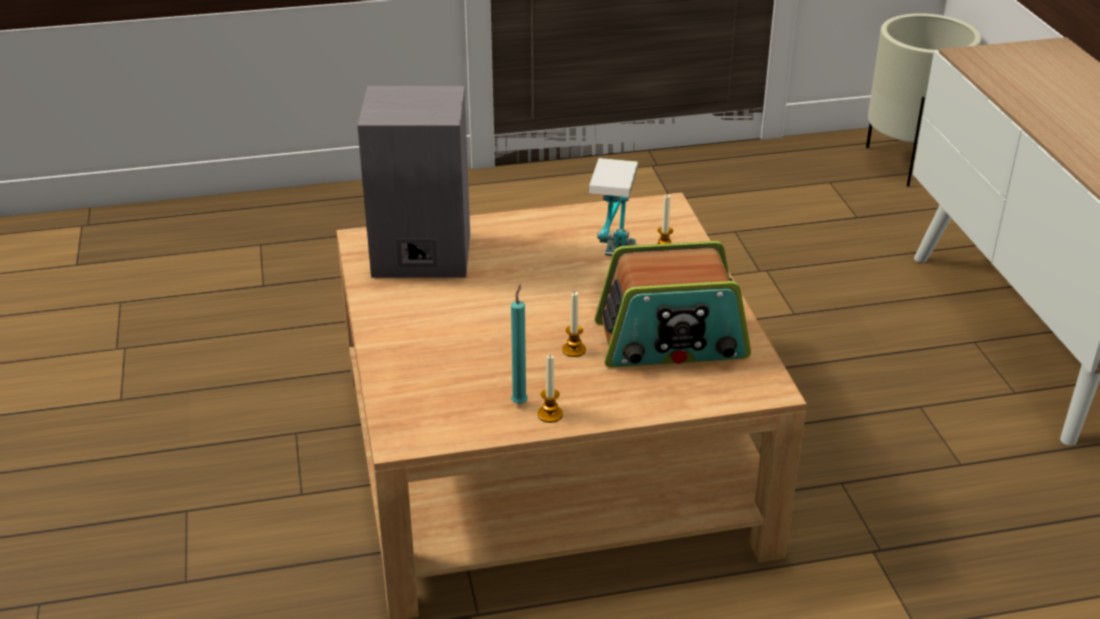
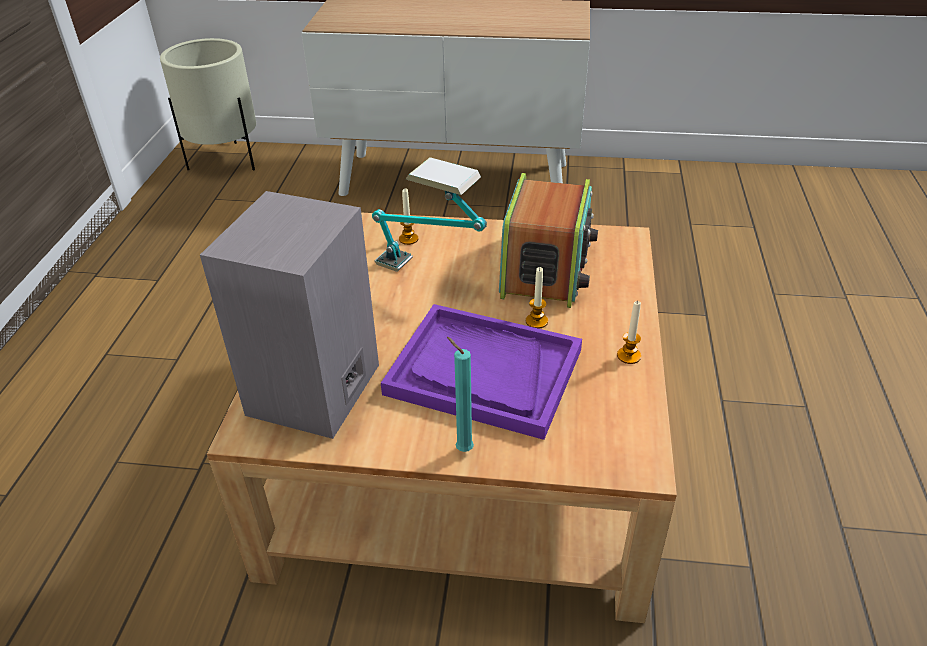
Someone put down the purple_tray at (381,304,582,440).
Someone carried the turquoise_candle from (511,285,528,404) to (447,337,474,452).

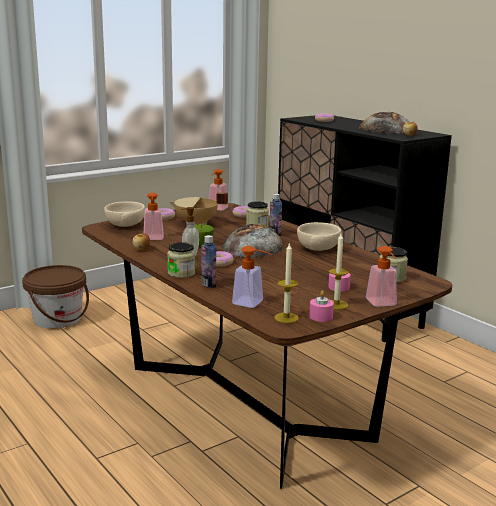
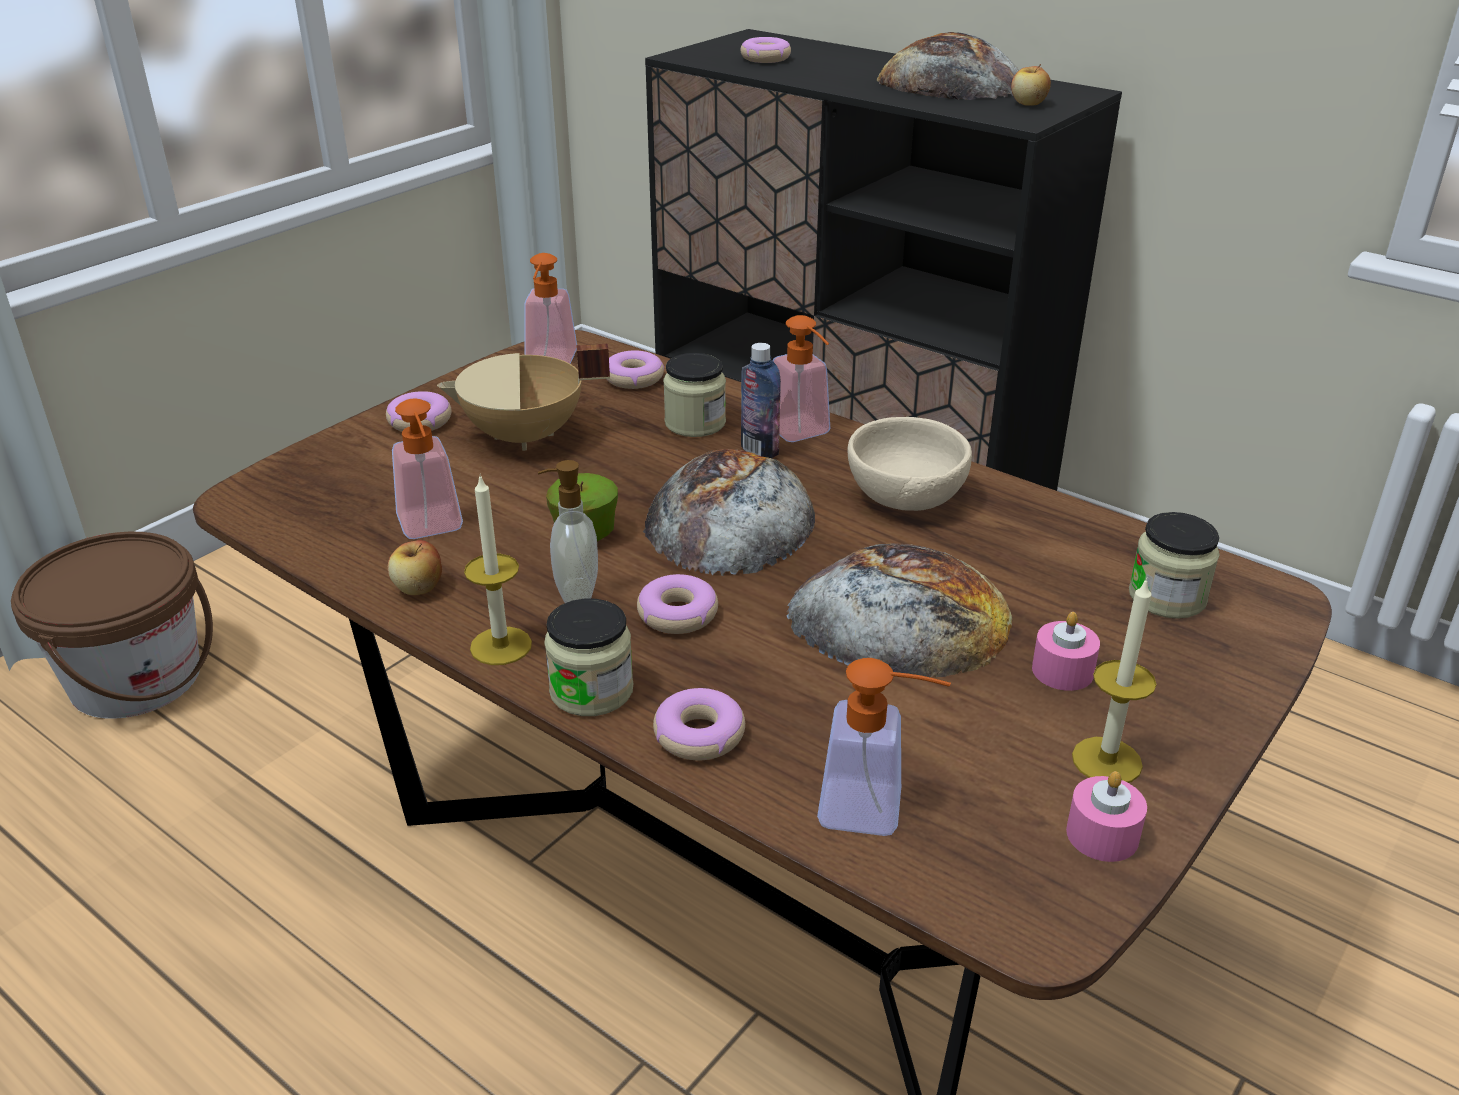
Someone carried the candle from (274,242,299,323) to (464,474,532,665).
Someone swapped the bottle at (201,235,216,288) for the donut at (653,688,745,760).
Someone carried the soap_dispenser from (366,246,397,307) to (773,315,830,442).
Someone put down the bread at (787,543,1013,677).
Someone took away the beige_bowl at (104,201,145,227).

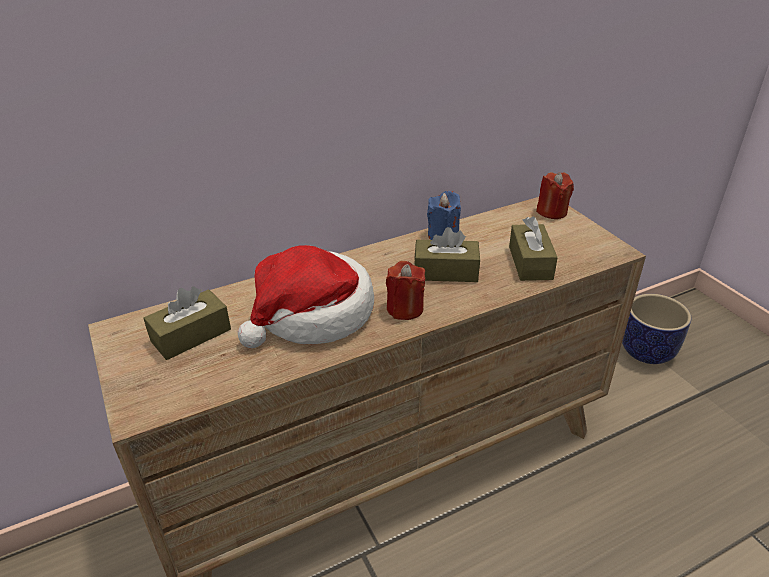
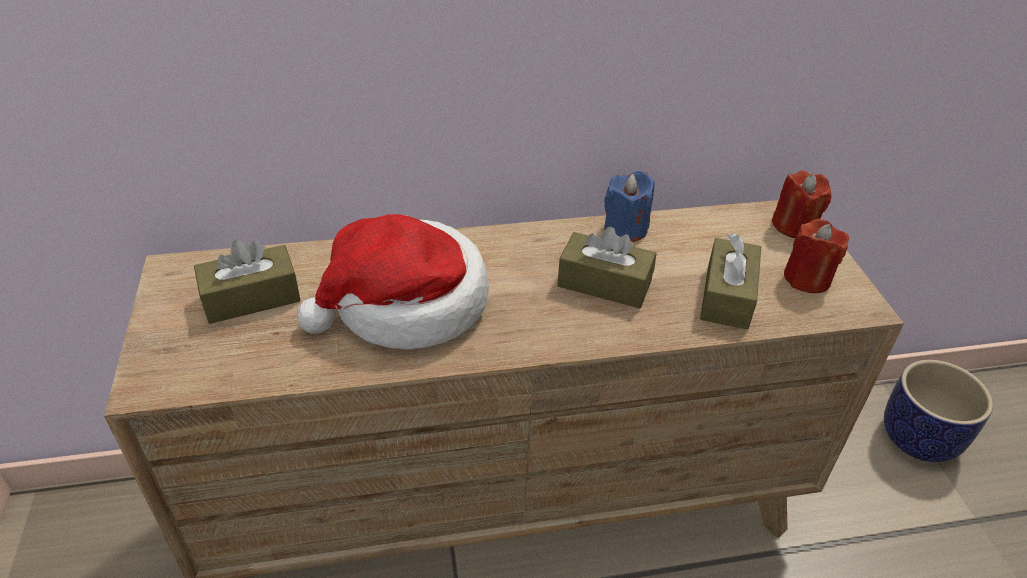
Someone carried the red_candle from (386,261,426,320) to (784,219,849,293).

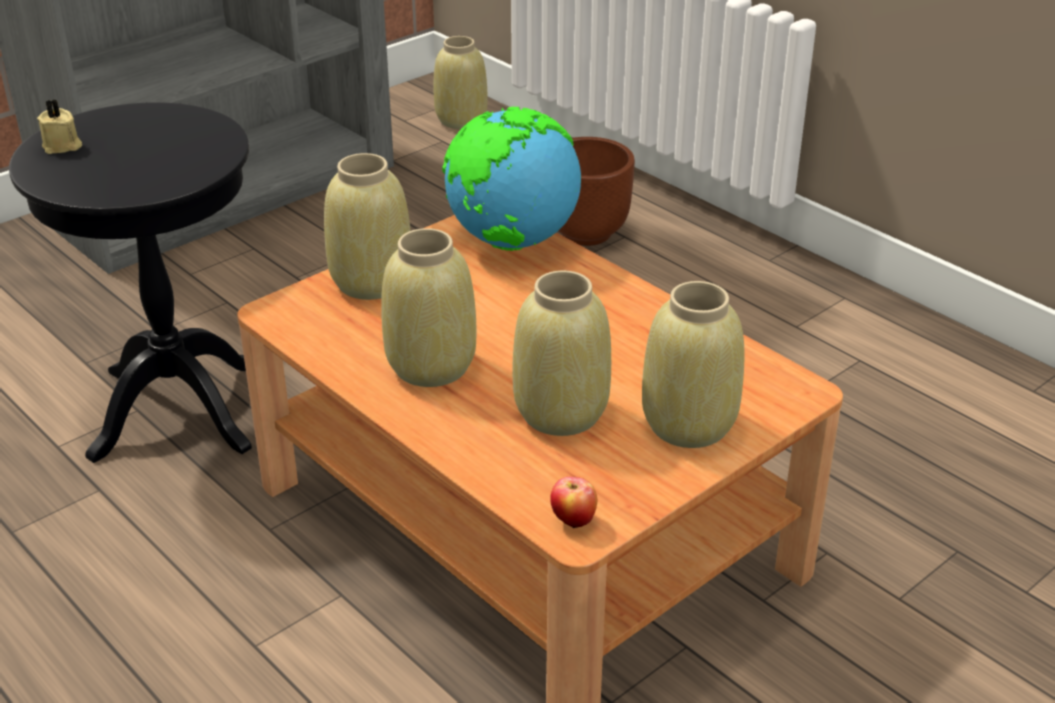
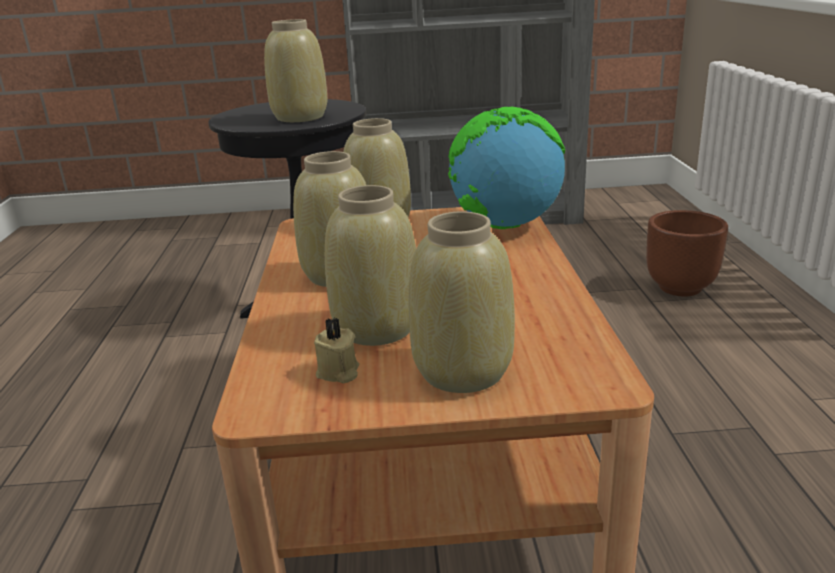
Someone carried the beige_vase from (434,36,487,129) to (264,19,327,122).
Someone carried the beige_candle from (37,99,82,154) to (314,318,359,383).
Someone took away the apple at (550,477,597,528).

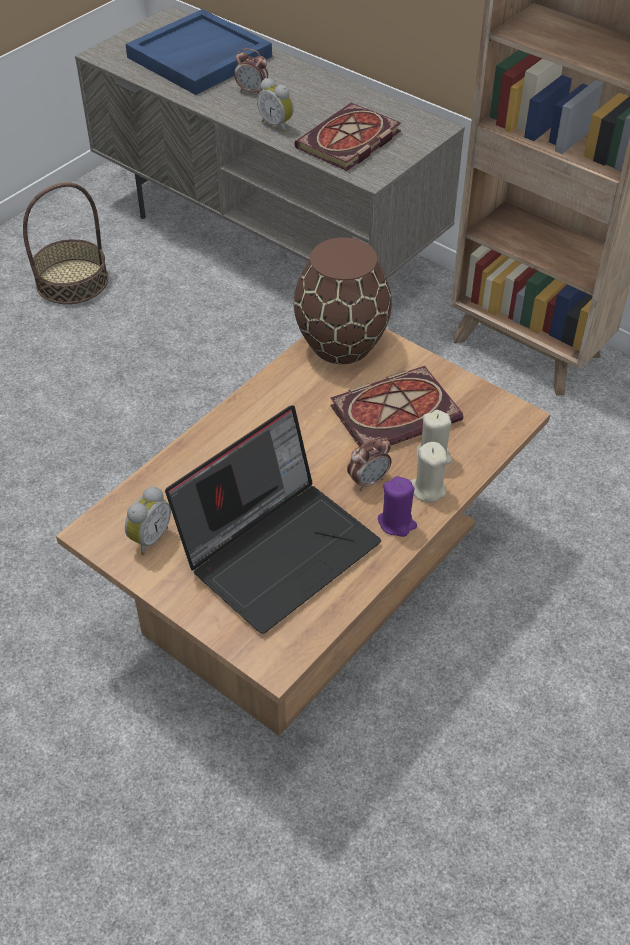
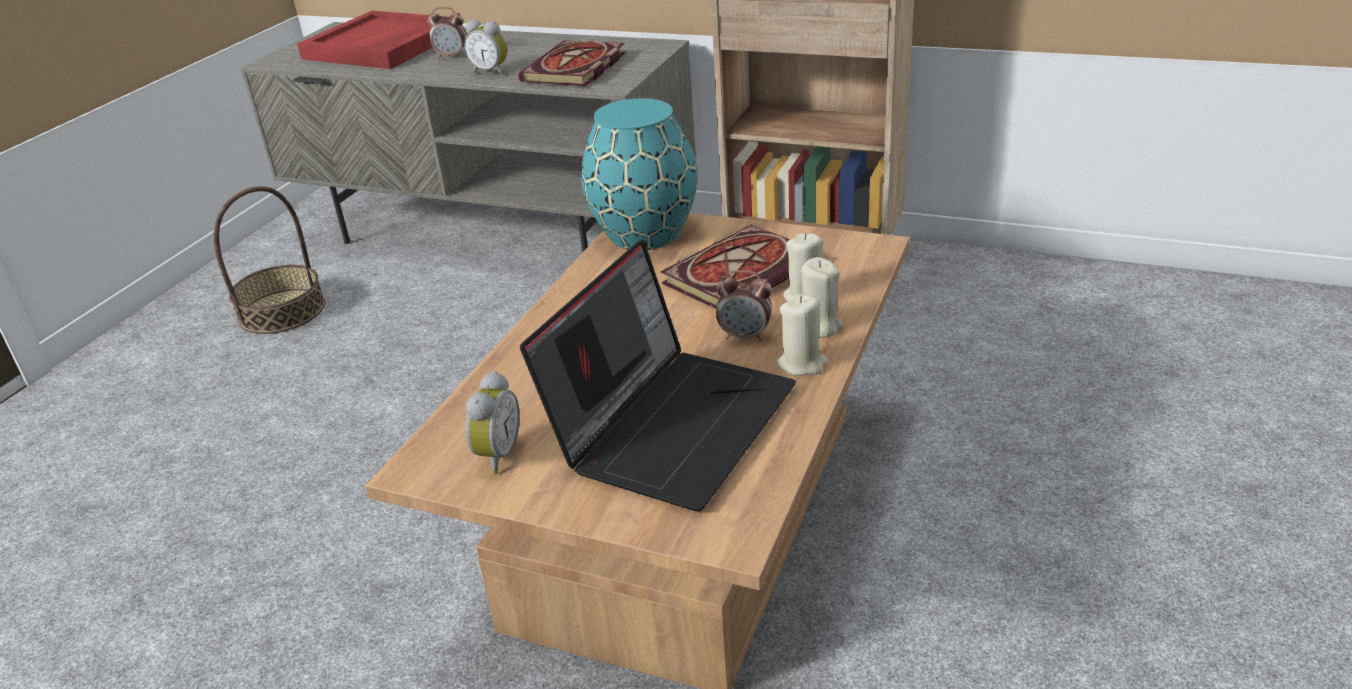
Someone repainted the blue_tray at (125,9,272,95), which became the red_tray at (297,11,449,69).
Someone repainted the brown_vase at (294,238,392,364), which became the turquoise_vase at (581,98,697,250).
Someone rotated the alarm_clock at (347,437,391,491) by 60 degrees clockwise.
Someone repainted the purple_candle at (378,476,417,537), which became the beige_candle at (777,295,828,376).

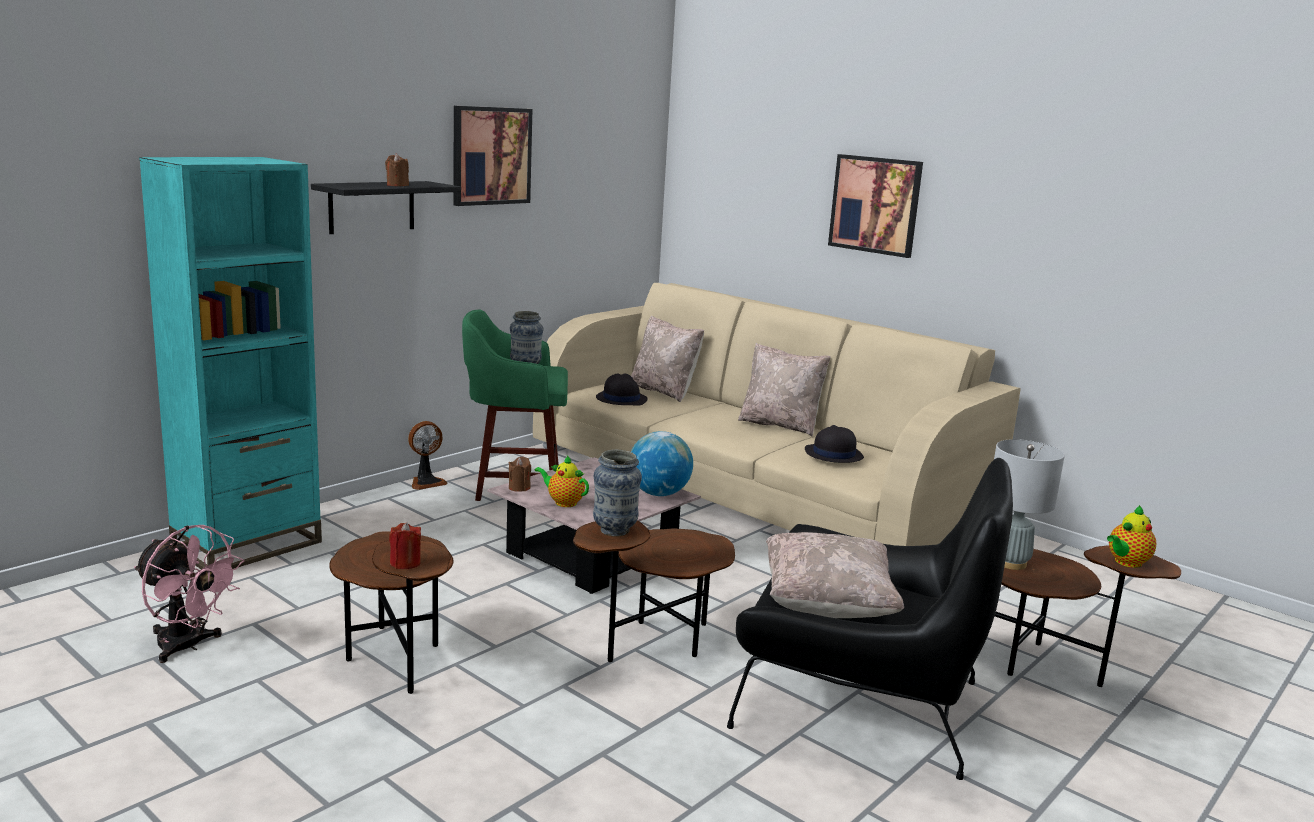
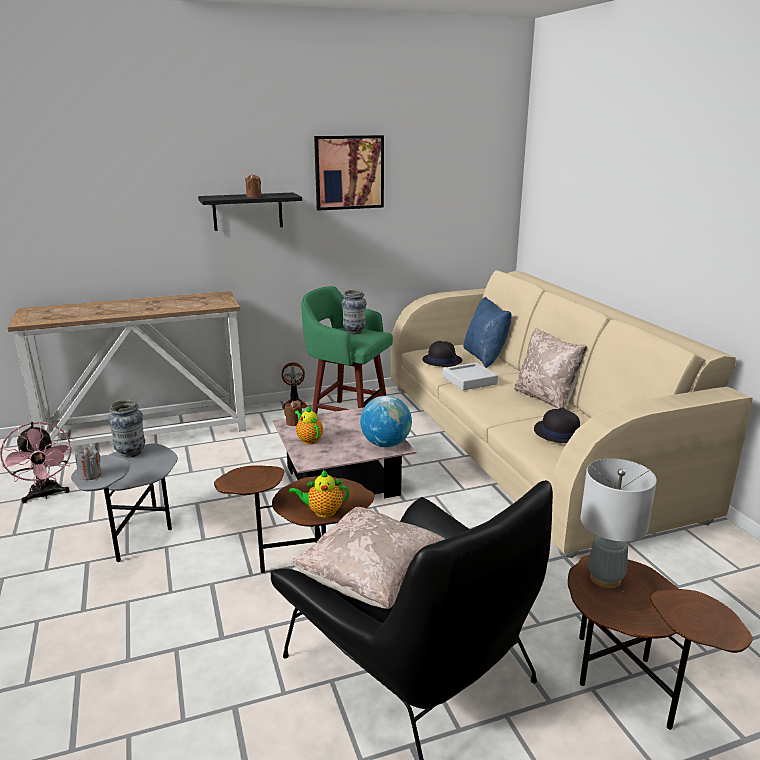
Someone swapped the turquoise_bookcase at (139,157,322,569) for the console_table at (7,291,246,447).
Someone repainted the brown_side_table at (329,531,454,694), which became the grey_side_table at (71,443,178,562).
Someone repainted the red_candle at (389,522,421,569), which became the grey_candle at (75,447,102,480).
Someone carried the vase from (593,450,642,537) to (108,399,145,458).
Someone carried the teapot from (1107,505,1156,568) to (289,470,349,517).
Someone put down the grey_tray at (443,362,498,391).
Someone repainted the beige_pillow at (631,316,704,402), which became the blue_pillow at (464,297,512,368).
Someone took away the picture at (828,154,923,258).

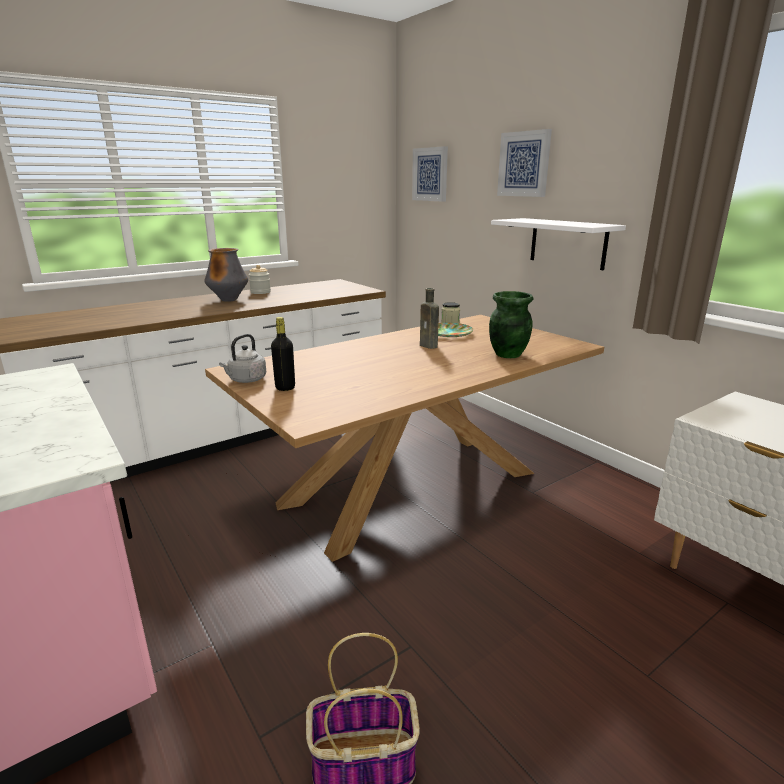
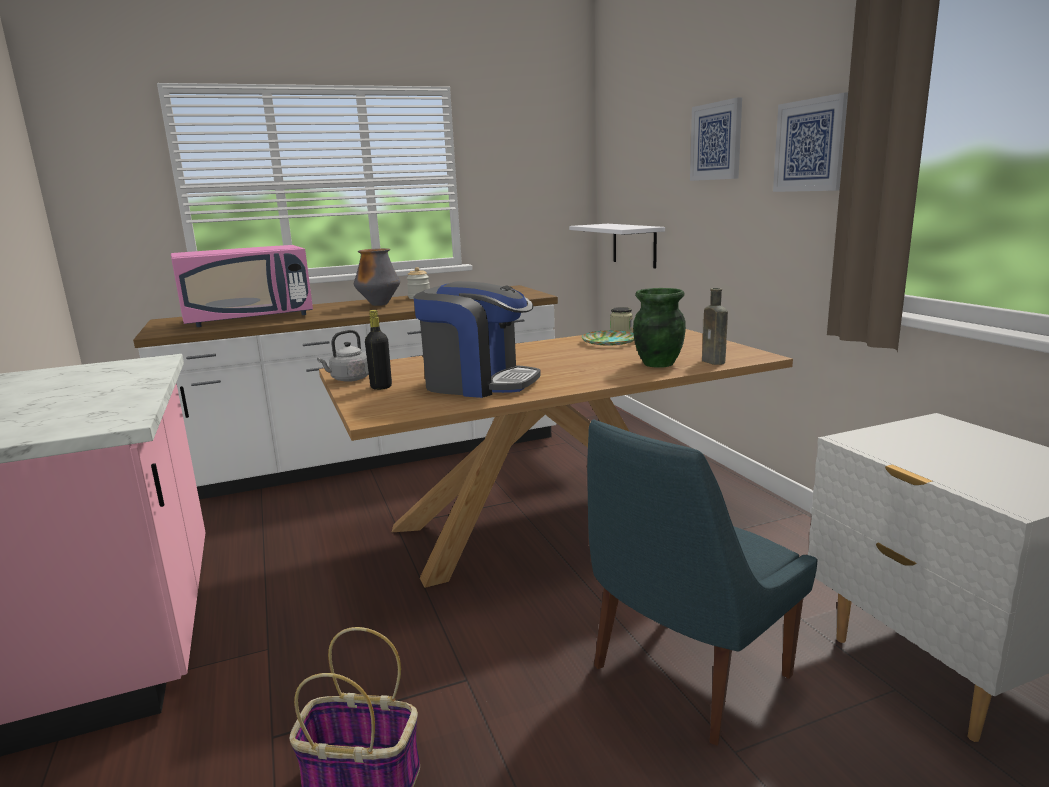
Someone put down the pink_microwave at (171,245,313,327).
Someone put down the coffee_machine at (413,281,541,398).
Someone carried the white_shelf from (491,218,626,270) to (569,224,665,268).
Someone put down the blue_chair at (587,420,818,746).
Someone carried the brown_bottle from (420,288,439,349) to (702,288,728,365).
Someone carried the picture from (412,146,448,202) to (773,93,848,192).

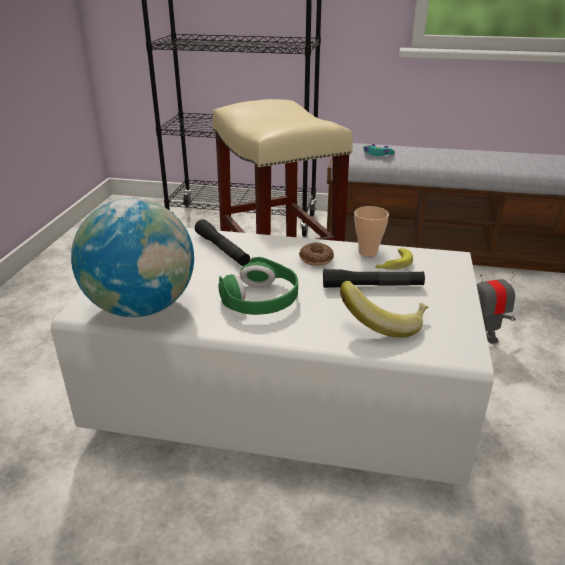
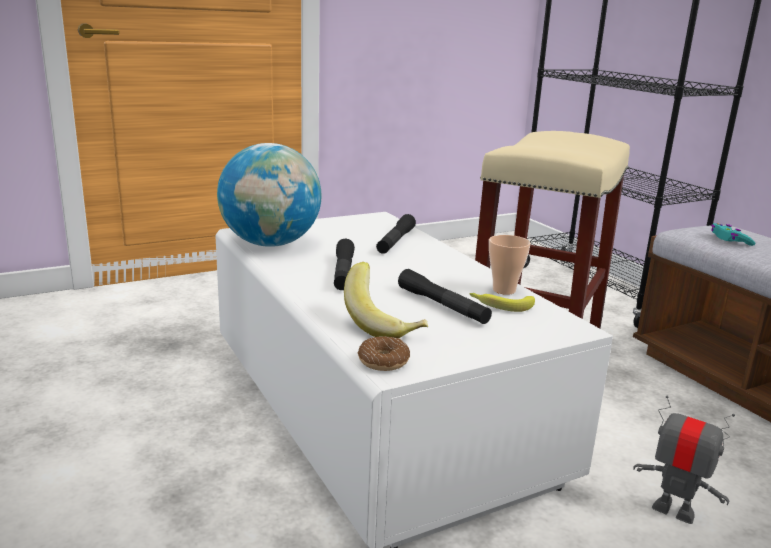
Someone swapped the green_headphones at (219,257,298,315) for the black_flashlight at (334,239,355,290).
Someone carried the donut from (299,242,334,266) to (358,336,410,371).

